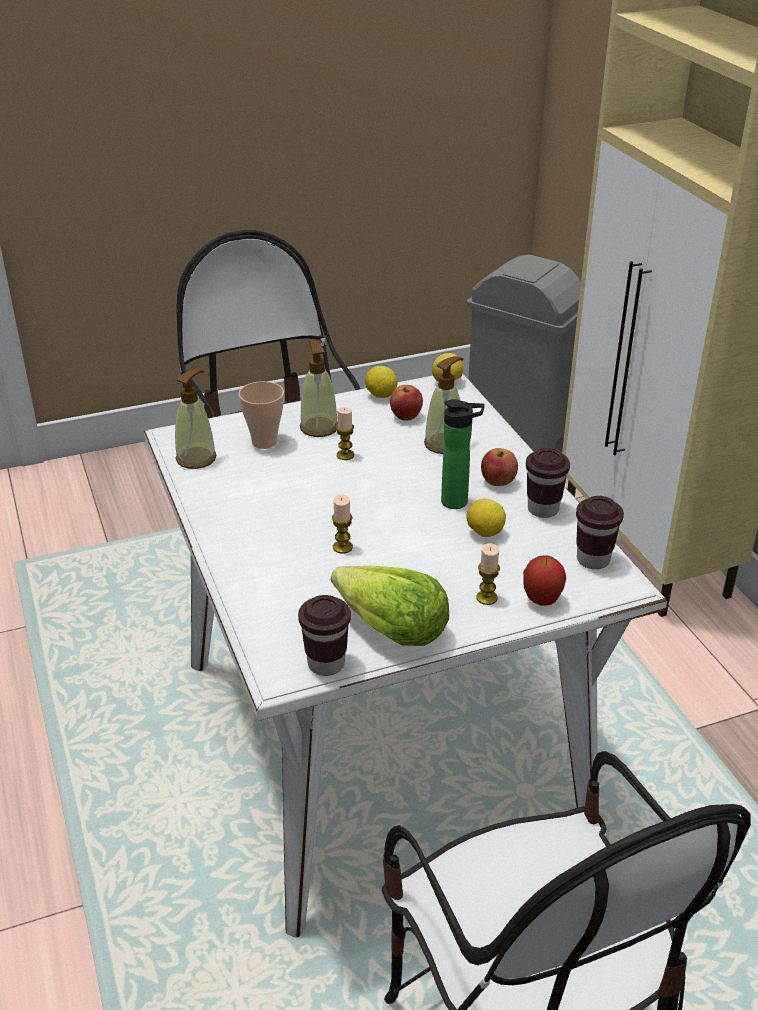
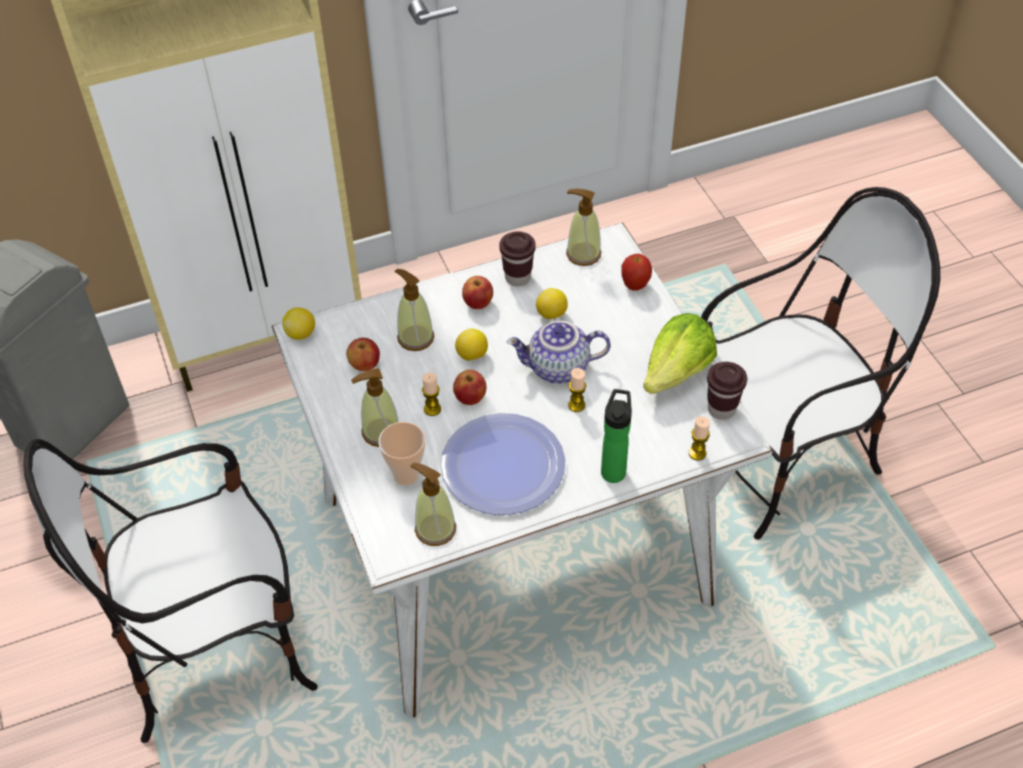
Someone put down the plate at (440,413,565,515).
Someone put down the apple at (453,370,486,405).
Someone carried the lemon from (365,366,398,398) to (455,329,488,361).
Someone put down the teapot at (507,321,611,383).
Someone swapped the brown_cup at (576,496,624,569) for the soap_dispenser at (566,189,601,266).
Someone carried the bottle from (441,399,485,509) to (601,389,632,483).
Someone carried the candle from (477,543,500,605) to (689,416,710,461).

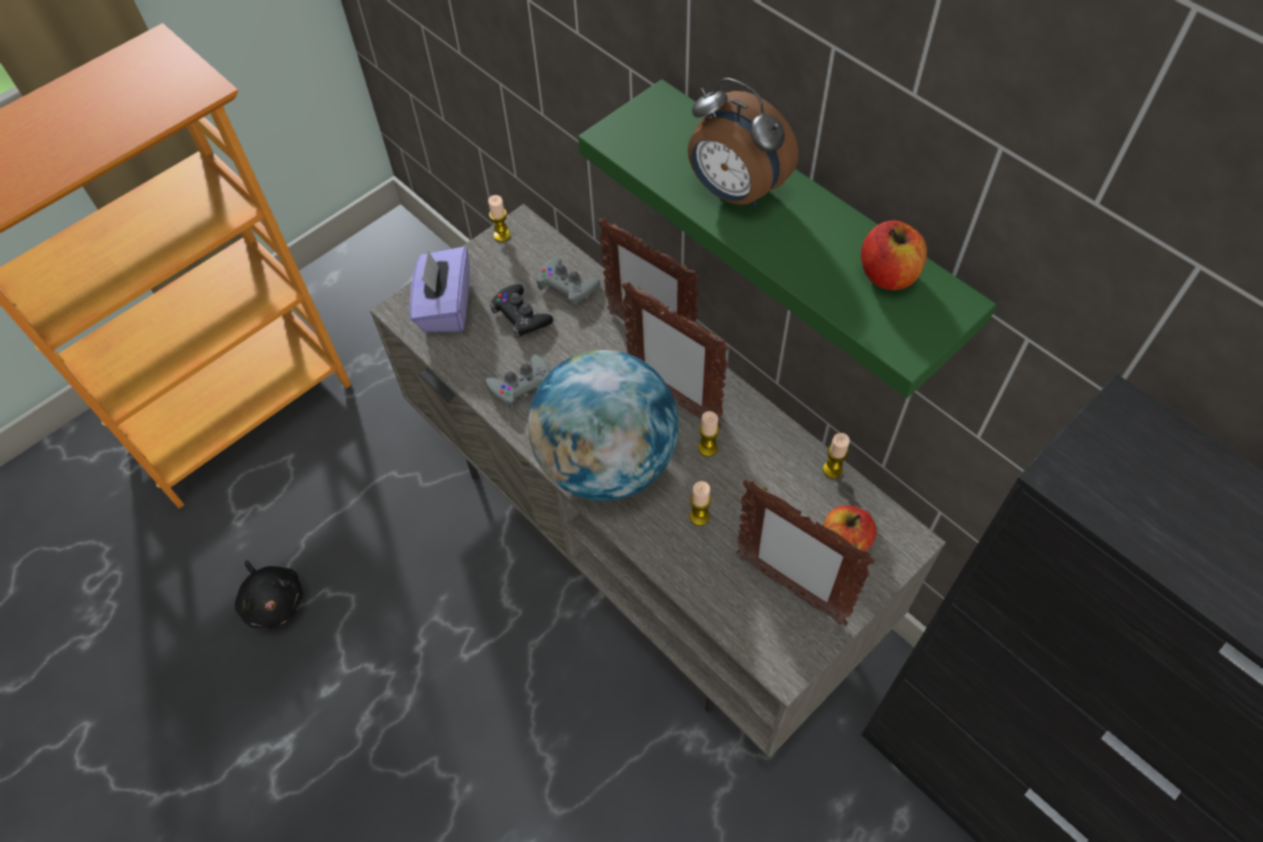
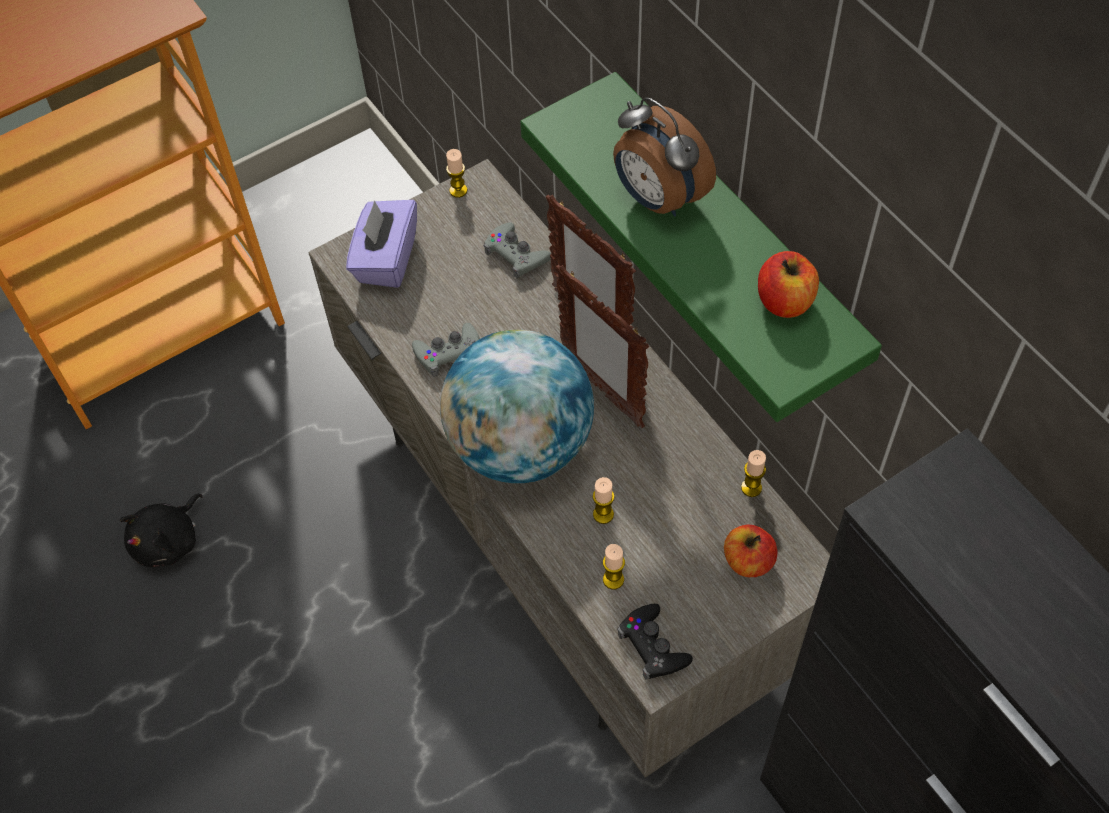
Someone rotated the black_plush_toy at (235,560,303,630) by 60 degrees clockwise.
Someone carried the candle from (698,411,720,457) to (603,544,625,589).
Someone carried the black_game_controller from (489,284,553,338) to (617,604,693,680).
Someone took away the picture_frame at (736,480,875,626).

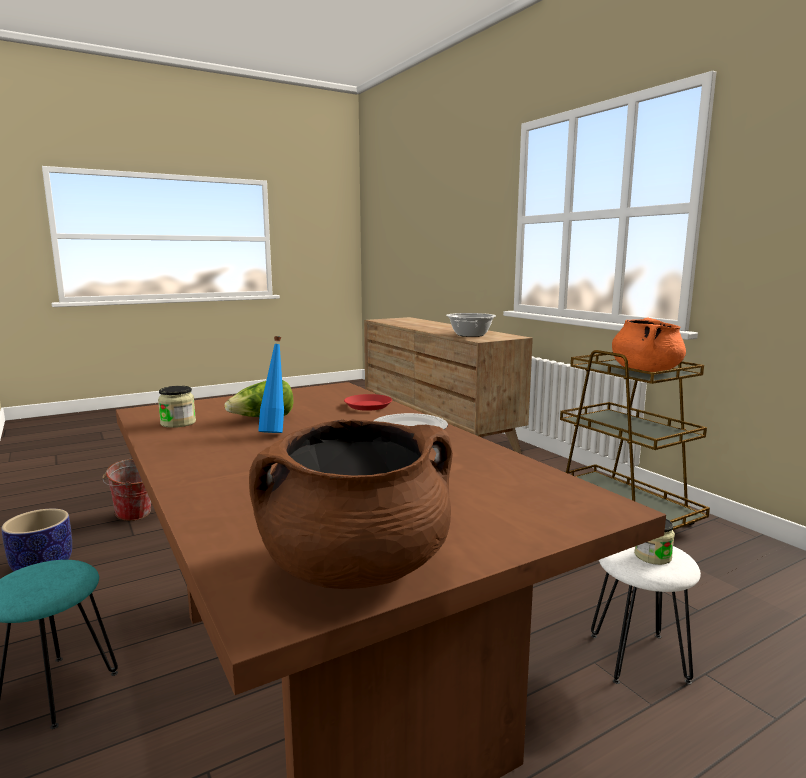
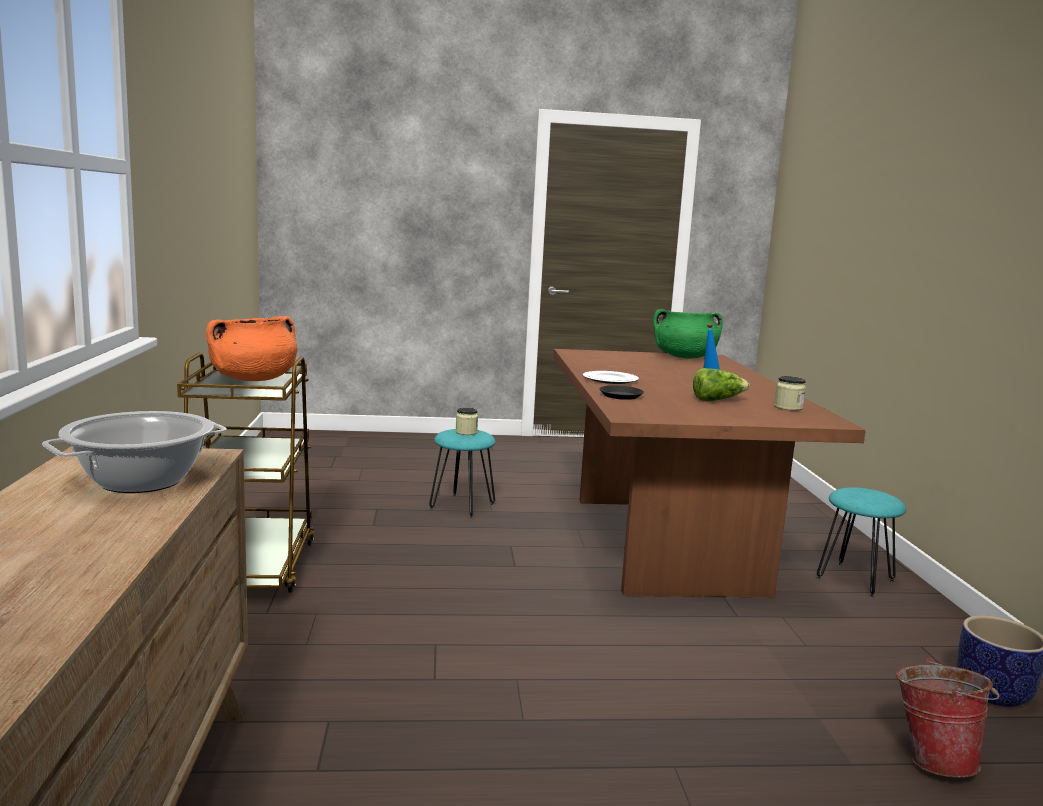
Someone repainted the white_stool at (591,546,701,684), which became the turquoise_stool at (429,429,496,518).
Someone repainted the red_plate at (344,394,392,411), which became the black_plate at (599,385,644,400).
Someone repainted the brown_cooking_pot at (249,419,453,589), which became the green_cooking_pot at (653,309,723,359).

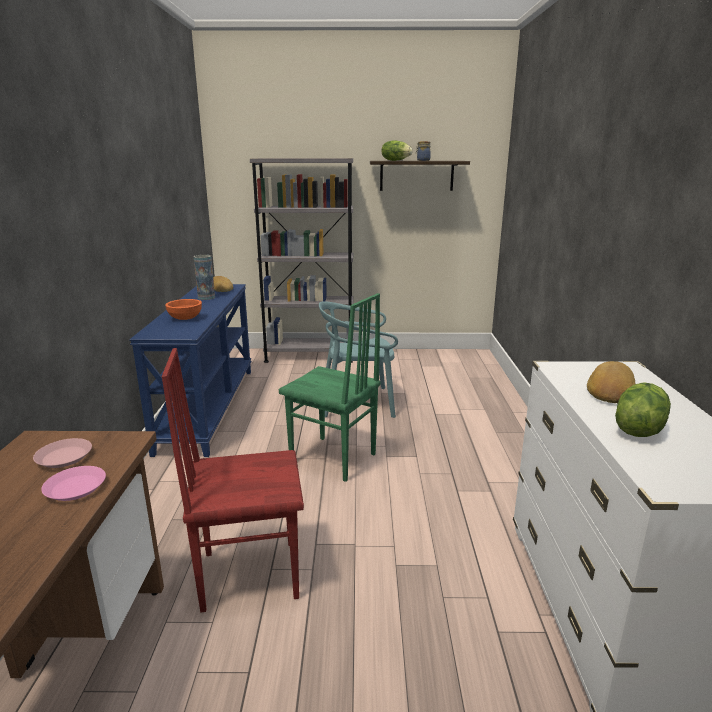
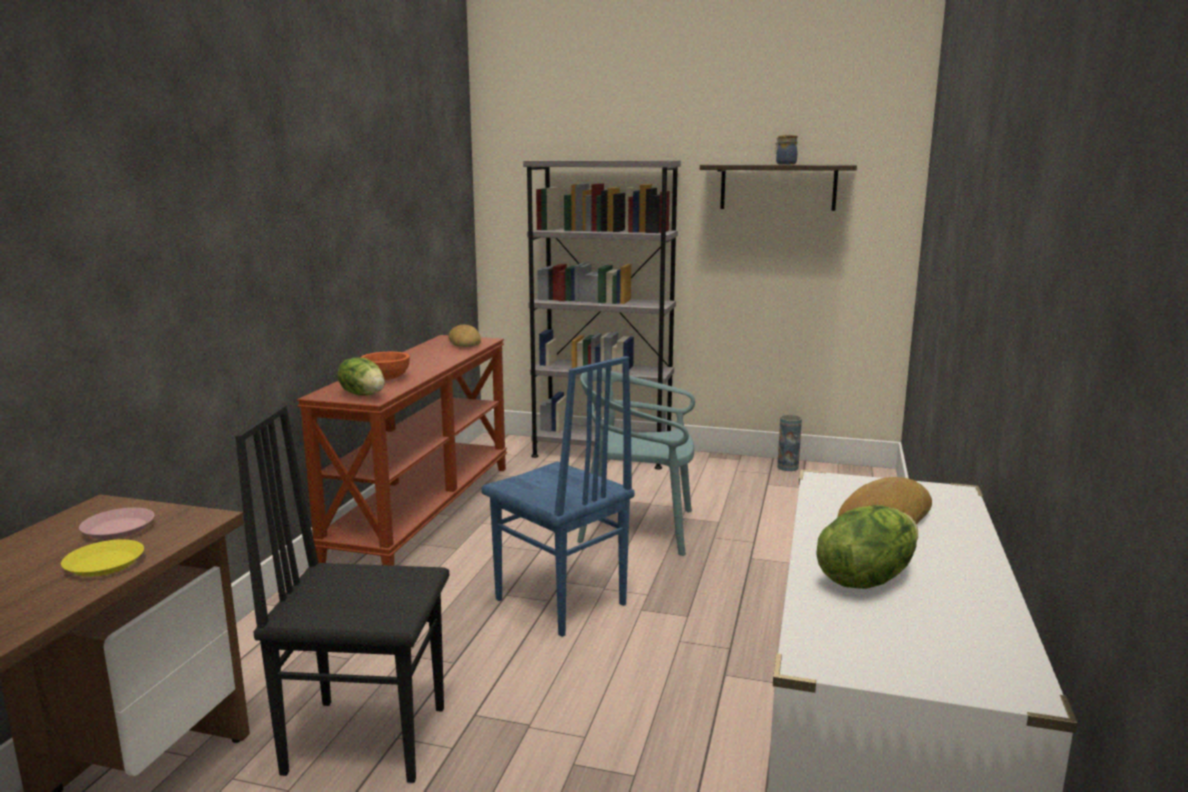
Someone repainted the pink_plate at (41,466,106,501), which became the yellow_plate at (61,539,144,577).
Someone repainted the red_chair at (162,348,304,613), which became the black_chair at (235,405,449,783).
Someone repainted the blue_console_table at (129,284,251,457), which became the brown_console_table at (297,335,507,566).
Someone carried the lettuce from (382,140,413,161) to (337,358,385,396).
Someone repainted the green_chair at (279,293,381,482), which became the blue_chair at (482,356,634,637).
Someone carried the vase from (194,255,215,300) to (777,415,802,471).

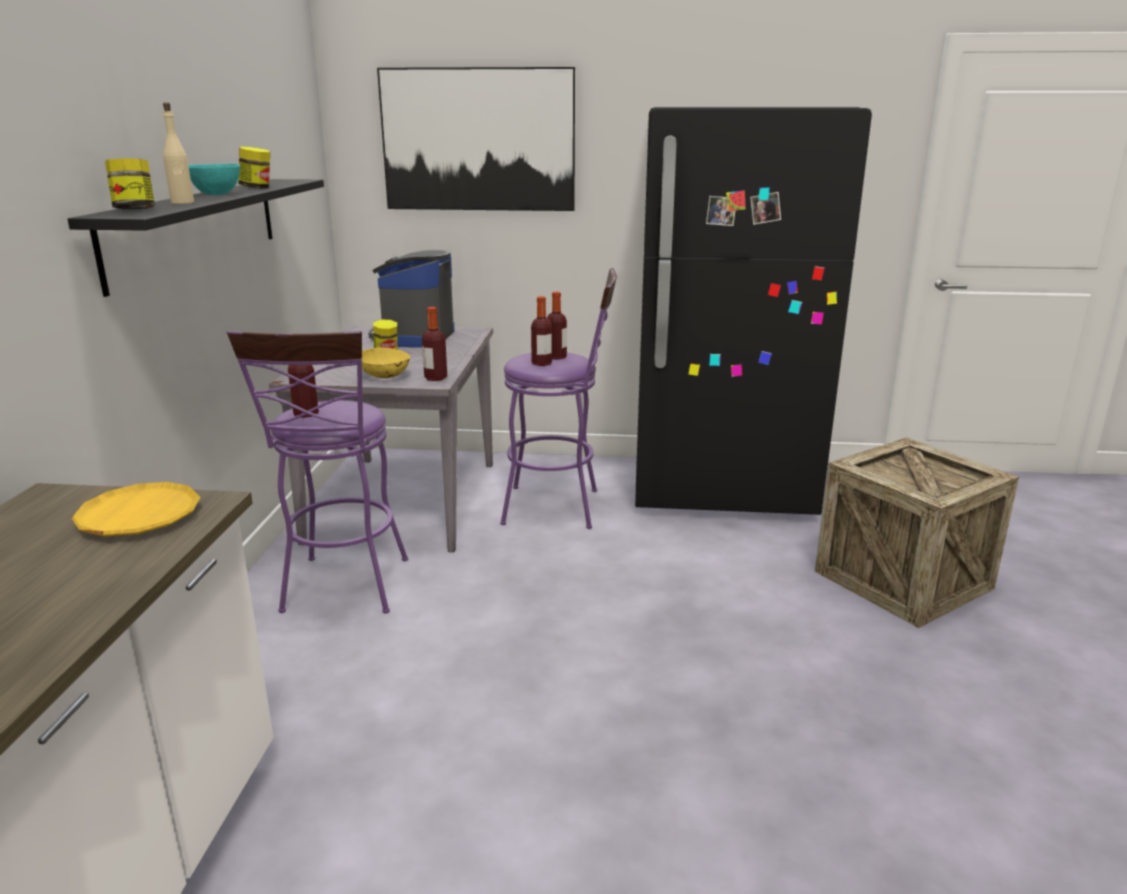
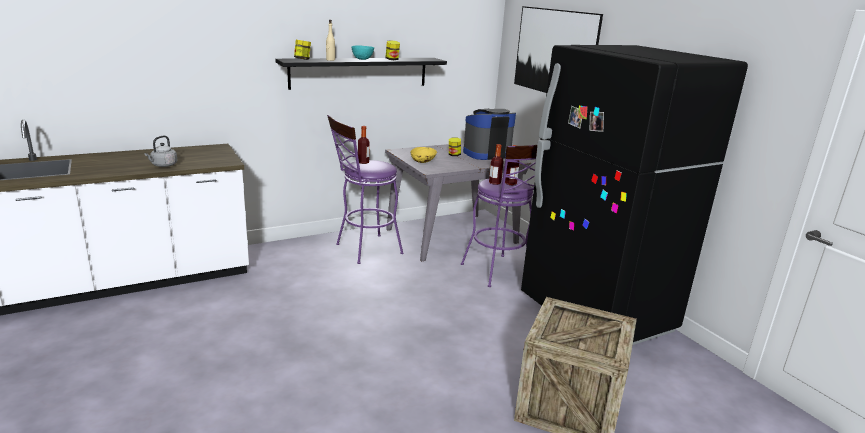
Someone put down the grey_kettle at (145,136,177,167).
Someone took away the yellow_plate at (72,482,200,536).
Someone took away the bottle at (422,307,447,381).

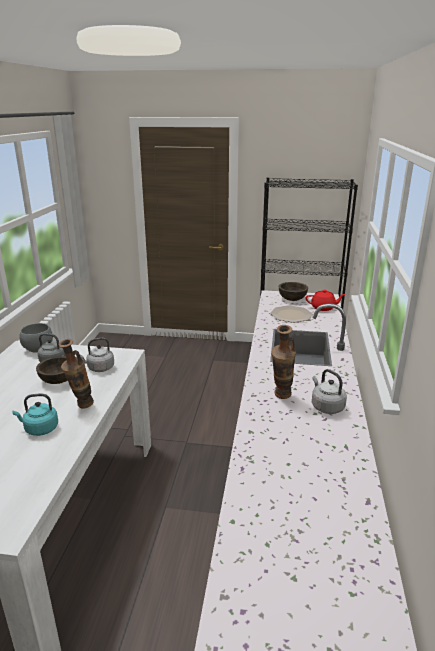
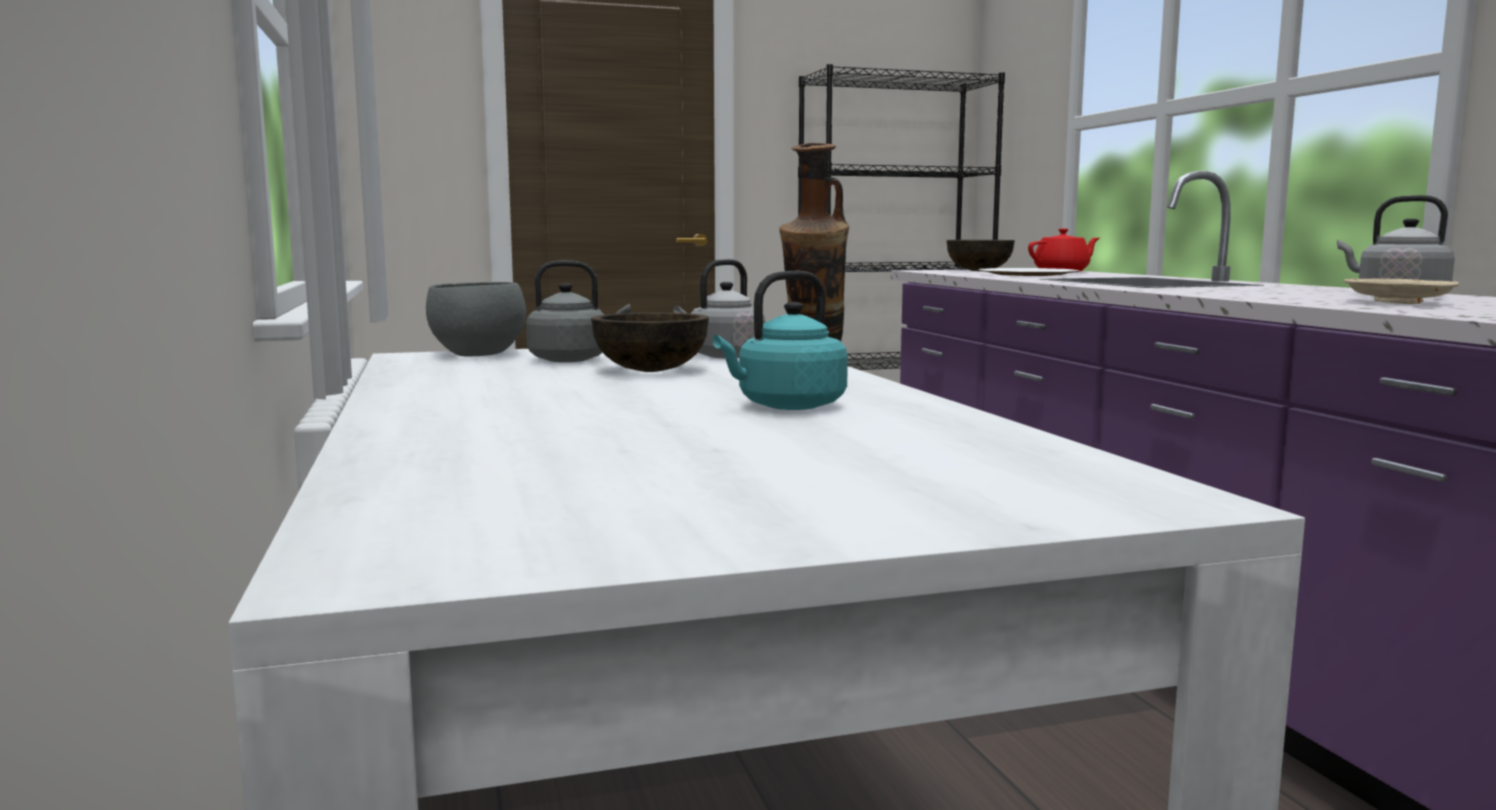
Someone put down the beige_plate at (1344,278,1459,304).
Someone took away the vase at (271,325,296,399).

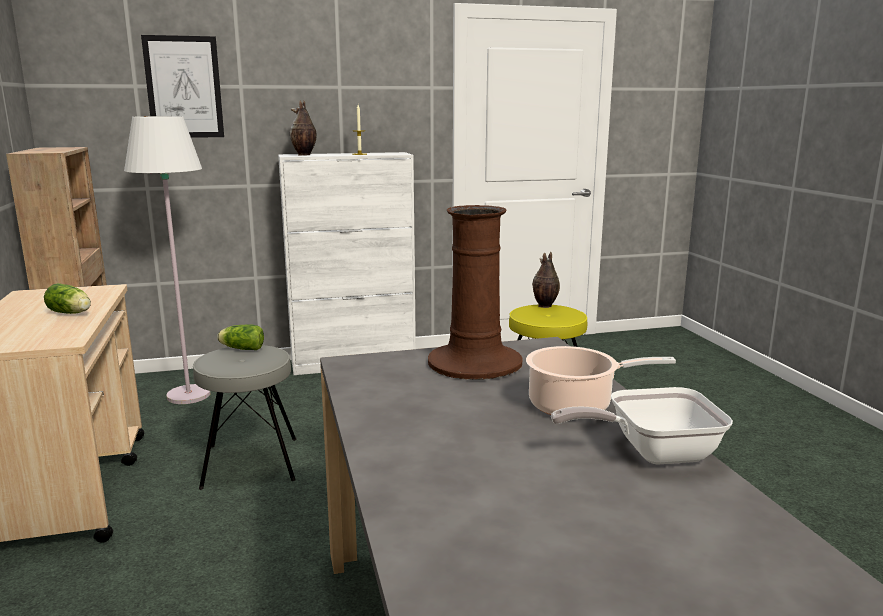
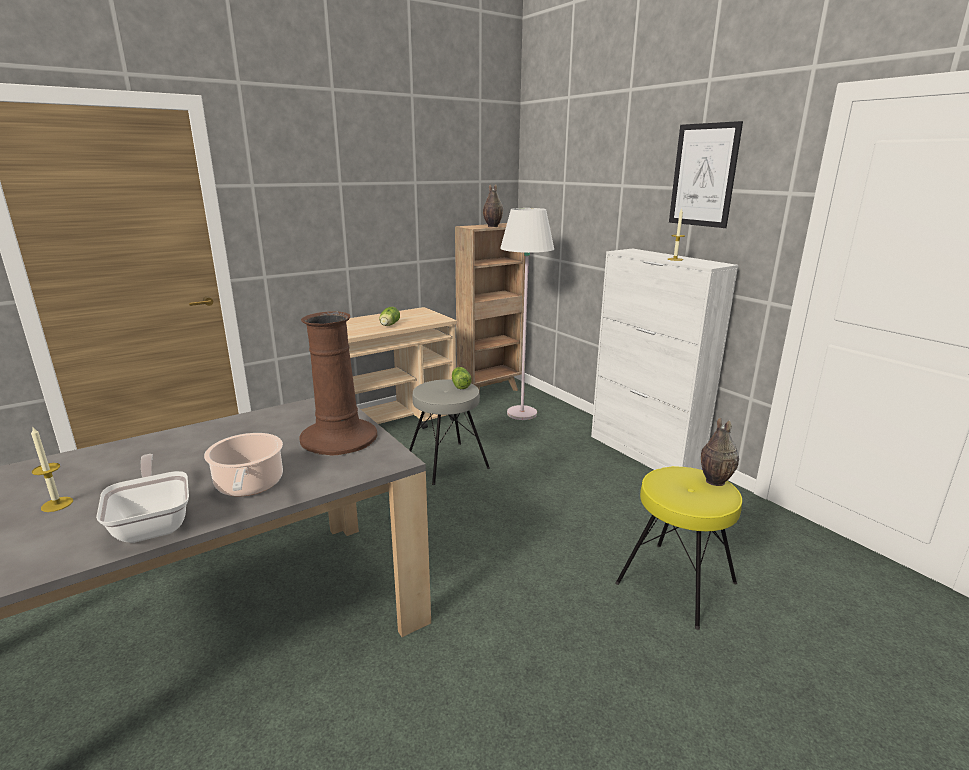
Someone put down the candle at (31,427,73,512).
Someone carried the vase from (290,100,316,156) to (483,184,503,227).
Someone carried the picture from (141,35,224,138) to (669,121,743,228).

